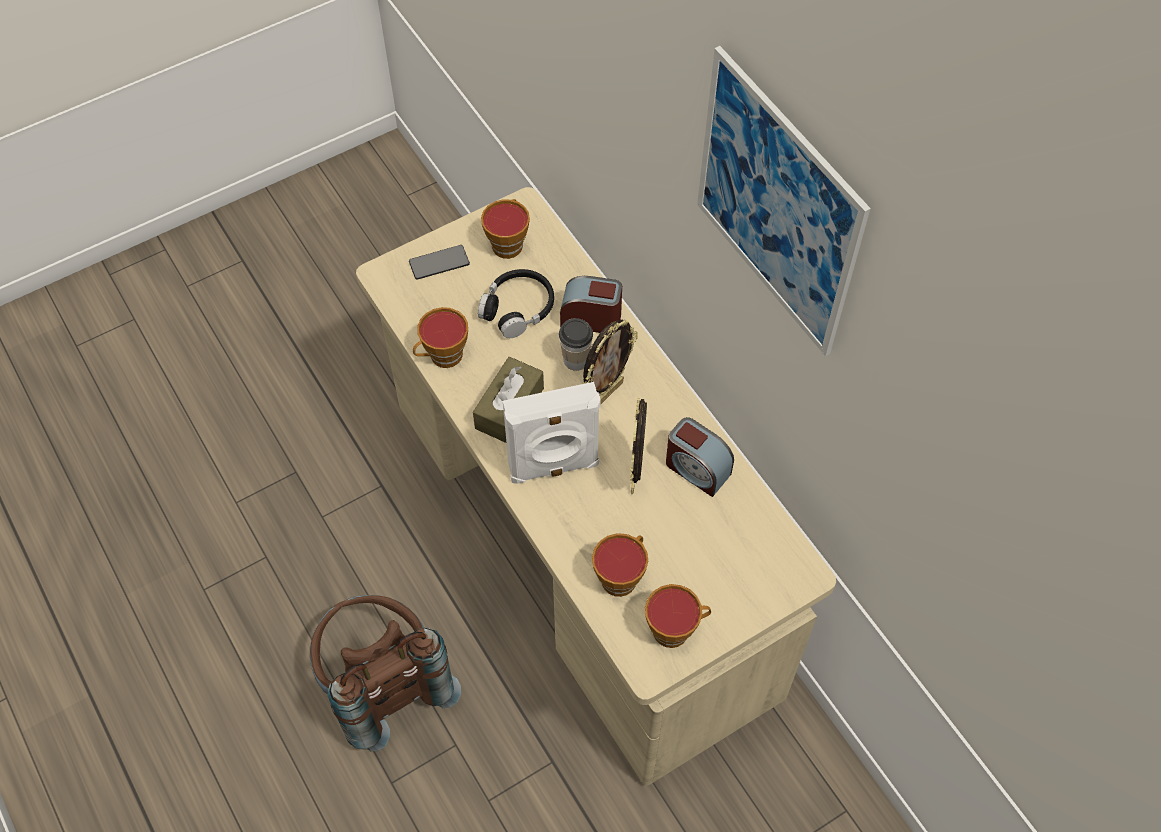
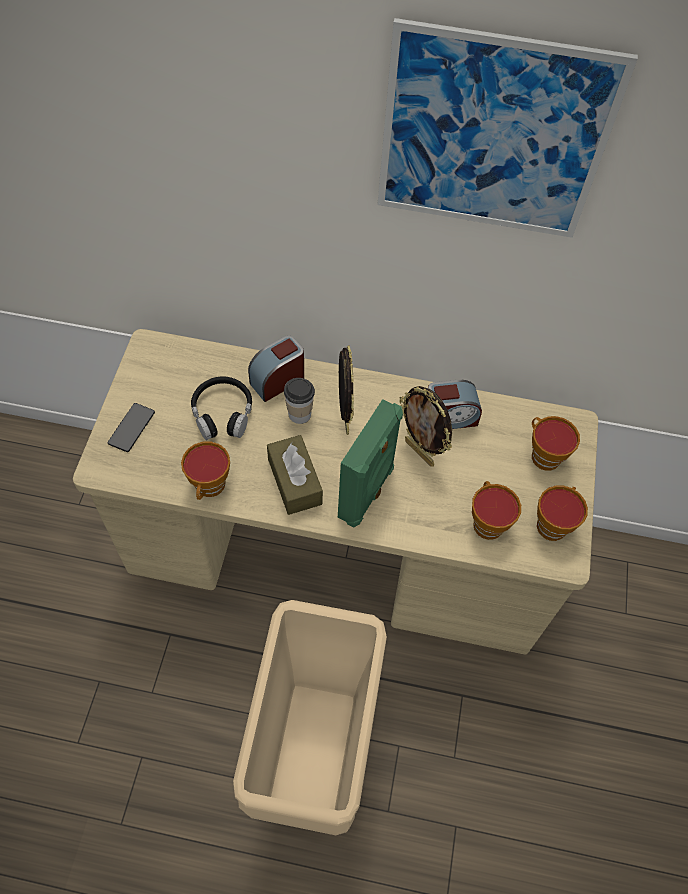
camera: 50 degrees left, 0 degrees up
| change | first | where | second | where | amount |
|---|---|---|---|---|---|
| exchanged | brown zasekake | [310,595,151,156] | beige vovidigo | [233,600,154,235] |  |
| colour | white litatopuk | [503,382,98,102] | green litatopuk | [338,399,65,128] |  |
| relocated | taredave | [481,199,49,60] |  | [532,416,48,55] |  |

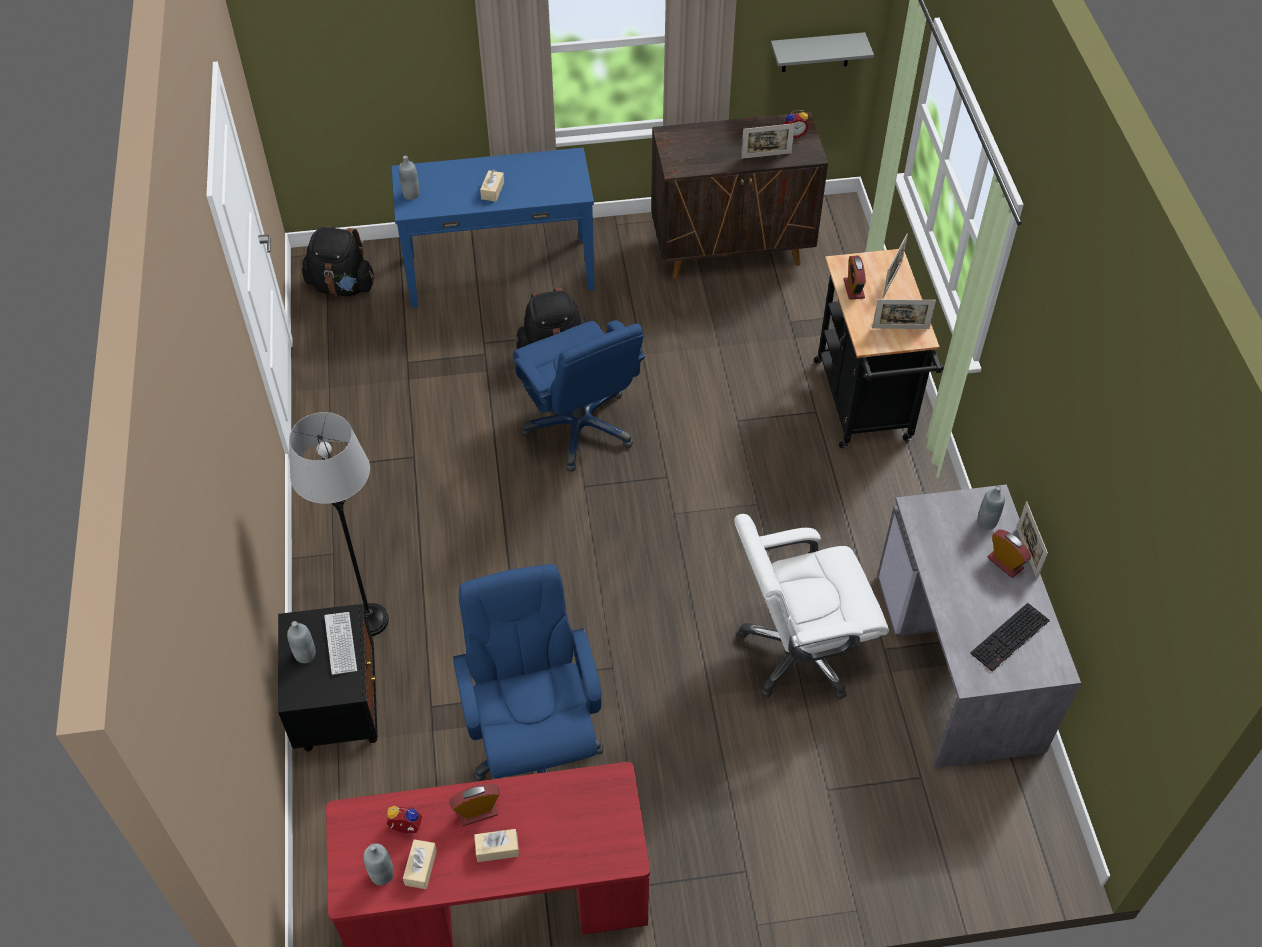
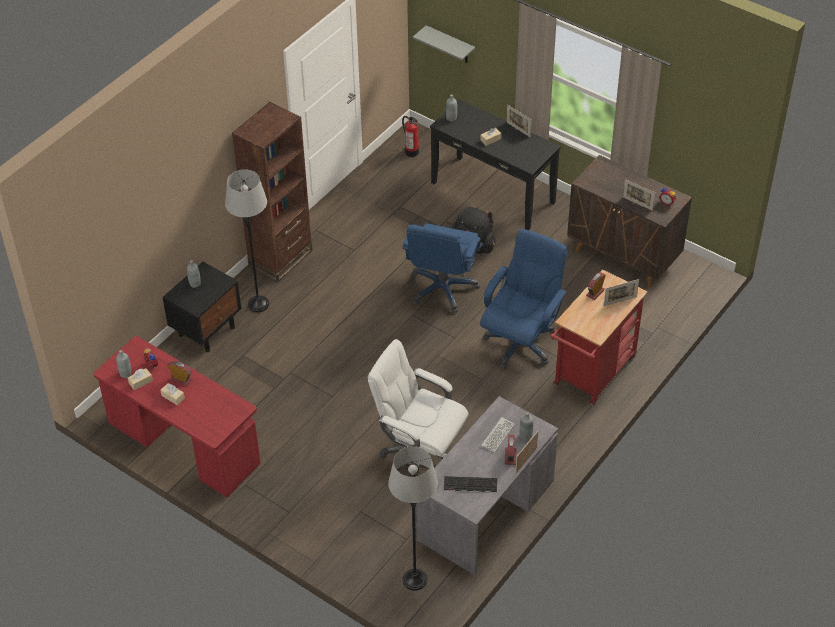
camera: 45 degrees right, 5 degrees down
| change | first | where | second | where | amount |
|---|---|---|---|---|---|
| appeared |  |  | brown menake | [232,102,80,180] |  |
| appeared |  |  | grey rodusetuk | [388,446,50,145] |  |
| exchanged | black zasekake | [302,226,72,70] | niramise | [402,116,17,41] |  |
| relocated | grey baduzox | [771,32,103,40] |  | [413,25,62,38] |  |
| colour | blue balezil | [391,148,204,160] | black balezil | [430,99,131,132] |  |
| relocated | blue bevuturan | [453,564,151,217] |  | [480,229,87,140] |  |
| relocated | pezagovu | [324,612,33,63] |  | [481,417,33,35] |  |
| relocated | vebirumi | [872,299,64,30] |  | [507,105,24,32] |  |
| colour | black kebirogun | [814,249,130,199] | red kebirogun | [550,270,98,135] |  |

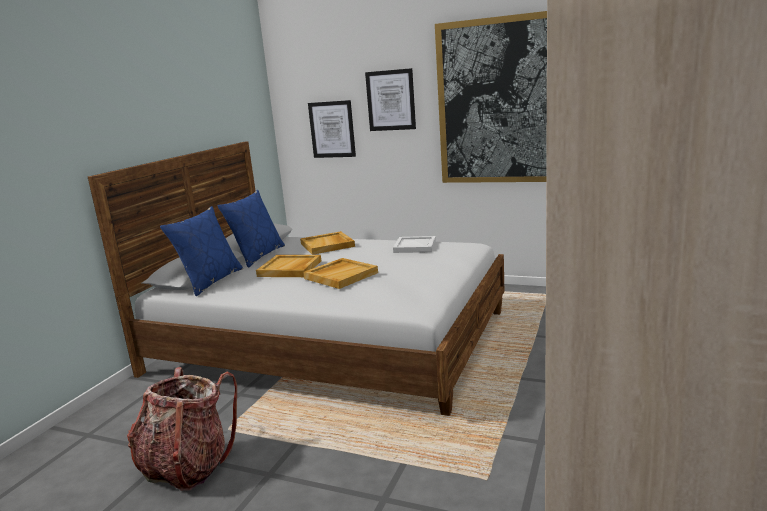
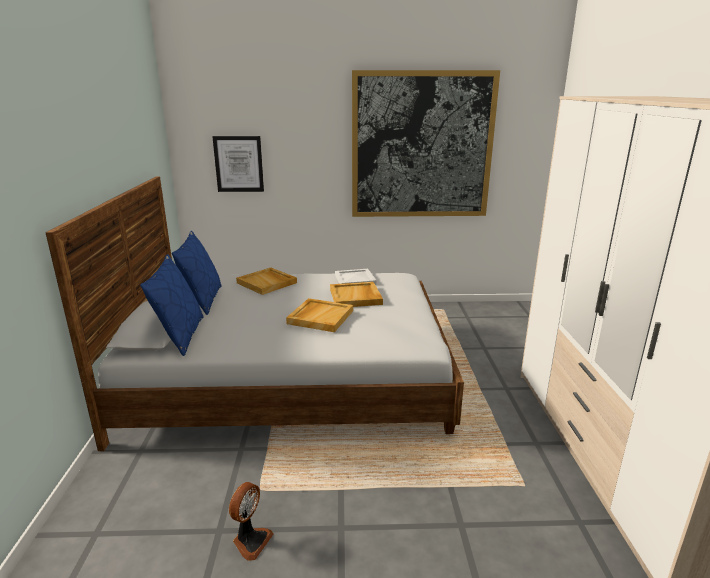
camera: 25 degrees left, 5 degrees up
| change | first | where | second | where | amount |
|---|---|---|---|---|---|
| exchanged | zasekake | [127,367,110,124] | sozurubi | [229,482,44,79] |  |
| relocated | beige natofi | [256,255,65,22] |  | [330,282,53,25] |  |
| missing | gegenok | [365,68,51,63] |  |  |  |

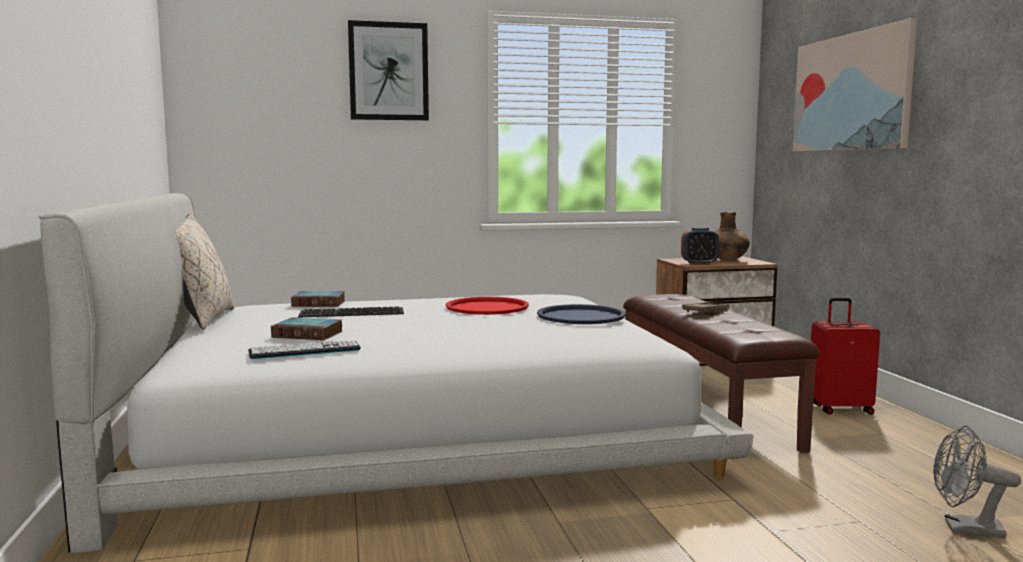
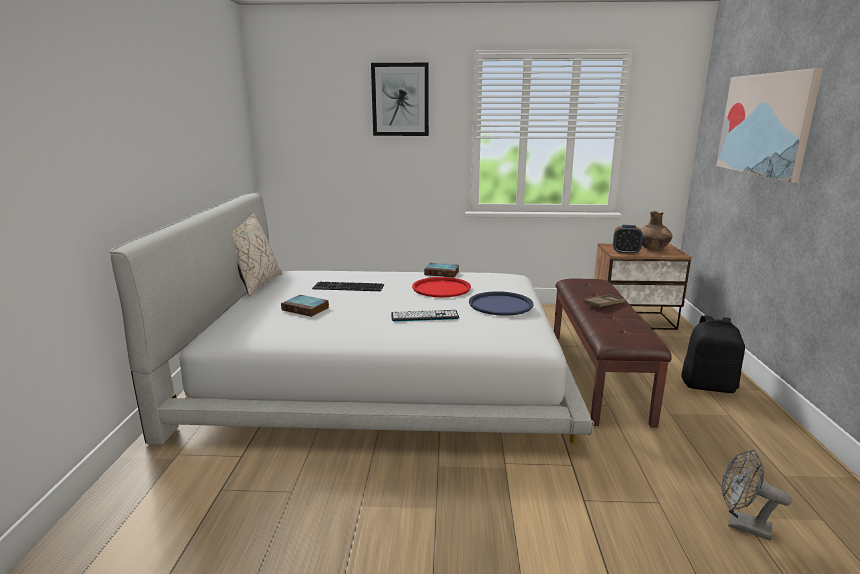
camera: 15 degrees right, 10 degrees up
| change | first | where | second | where | amount |
|---|---|---|---|---|---|
| relocated | pezagovu | [248,340,113,19] |  | [391,310,68,12] |  |
| relocated | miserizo | [291,291,54,16] |  | [424,263,35,14] |  |
| exchanged | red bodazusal | [811,298,69,117] | black zasekake | [681,316,64,77] |  |

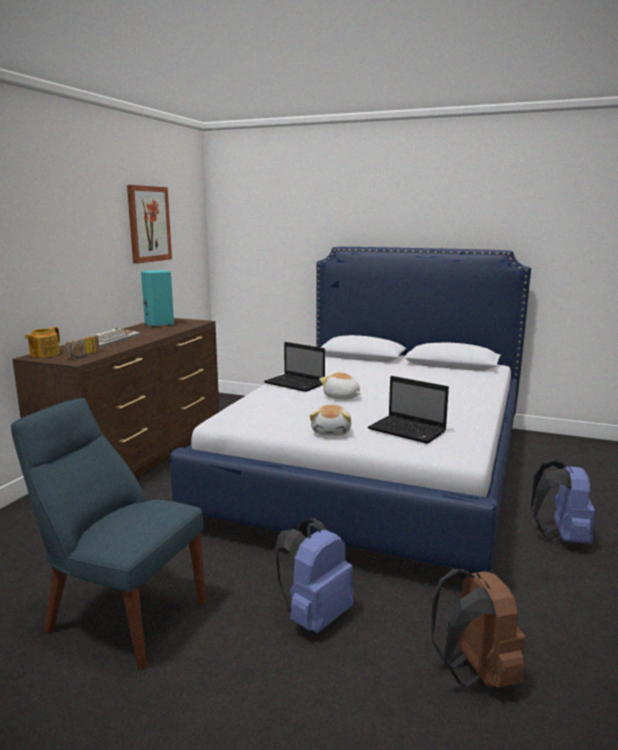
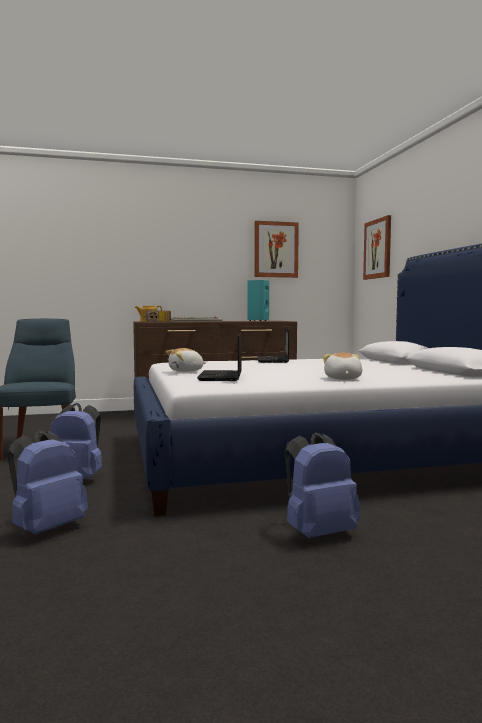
camera: 55 degrees right, 10 degrees down
| change | first | where | second | where | amount |
|---|---|---|---|---|---|
| colour | brown zasekake | [432,569,94,119] | blue zasekake | [7,430,81,104] |  |
| relocated | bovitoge | [319,371,42,28] |  | [323,353,39,27] |  |
| appeared |  |  | gegenok | [363,215,28,65] |  |

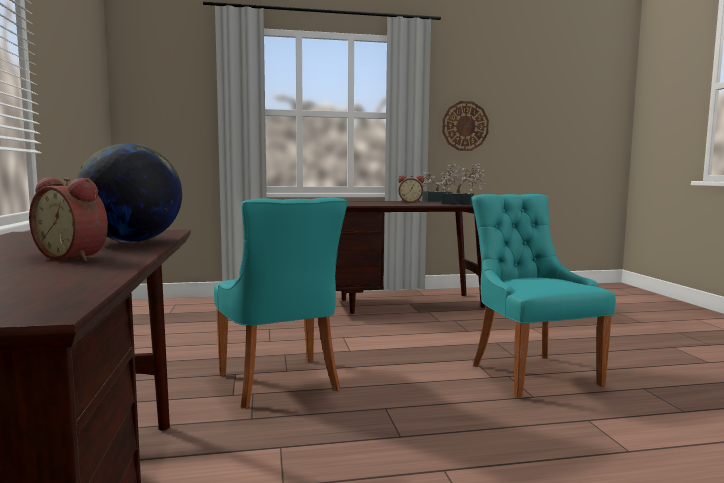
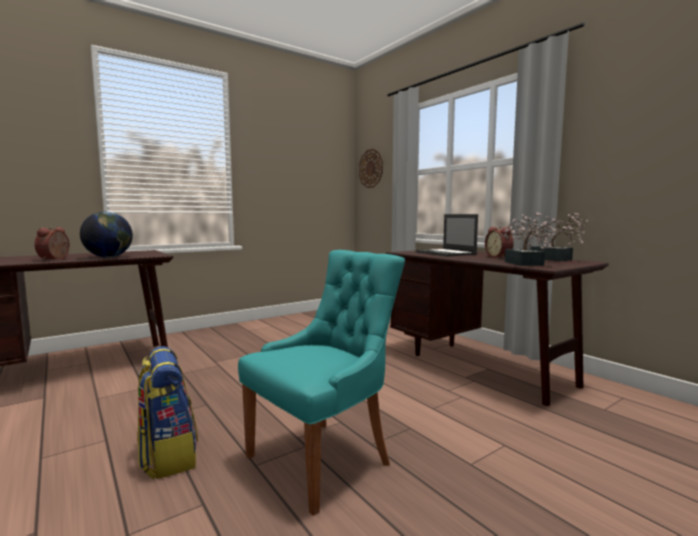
camera: 65 degrees right, 0 degrees up
| change | first | where | second | where | amount |
|---|---|---|---|---|---|
| appeared |  |  | zasekake | [137,346,61,134] |  |
| relocated | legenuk | [442,101,47,50] |  | [359,149,24,39] |  |
| appeared |  |  | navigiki | [415,214,63,43] |  |
| missing | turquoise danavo | [214,197,133,211] |  |  |  |

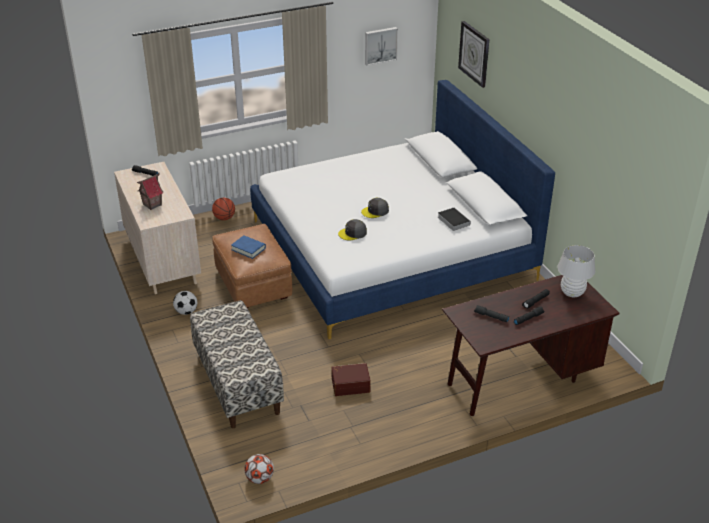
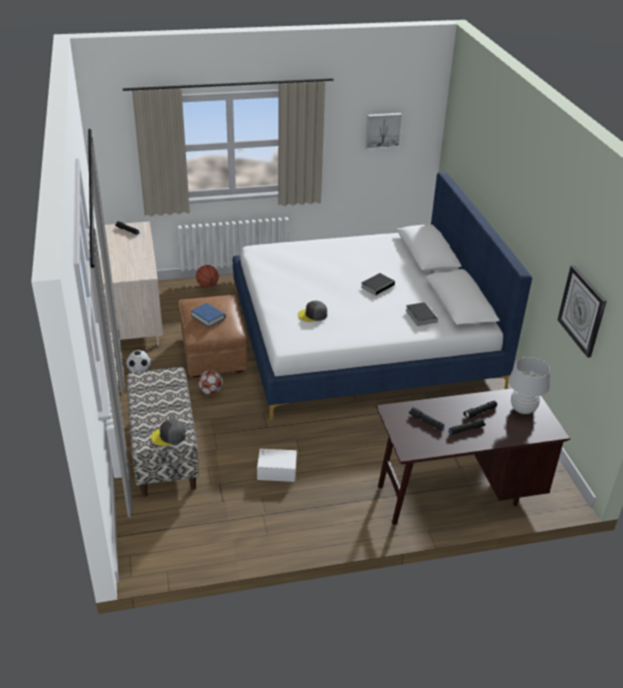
camera: 10 degrees right, 0 degrees up
| change | first | where | second | where | amount |
|---|---|---|---|---|---|
| relocated | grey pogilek | [361,198,28,20] |  | [151,419,35,27] |  |
| relocated | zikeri | [244,454,30,30] |  | [198,370,25,25] |  |
| colour | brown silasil | [331,363,40,33] | white silasil | [257,449,40,33] |  |
| appeared |  |  | miserizo | [361,273,35,23] |  |
| relocated | legenuk | [458,21,31,67] |  | [558,265,49,93] |  |
| missing | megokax | [137,173,26,37] |  |  |  |

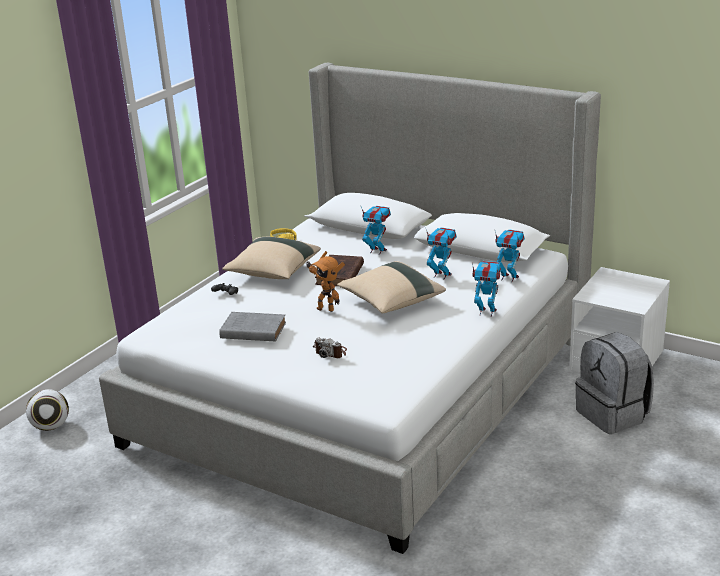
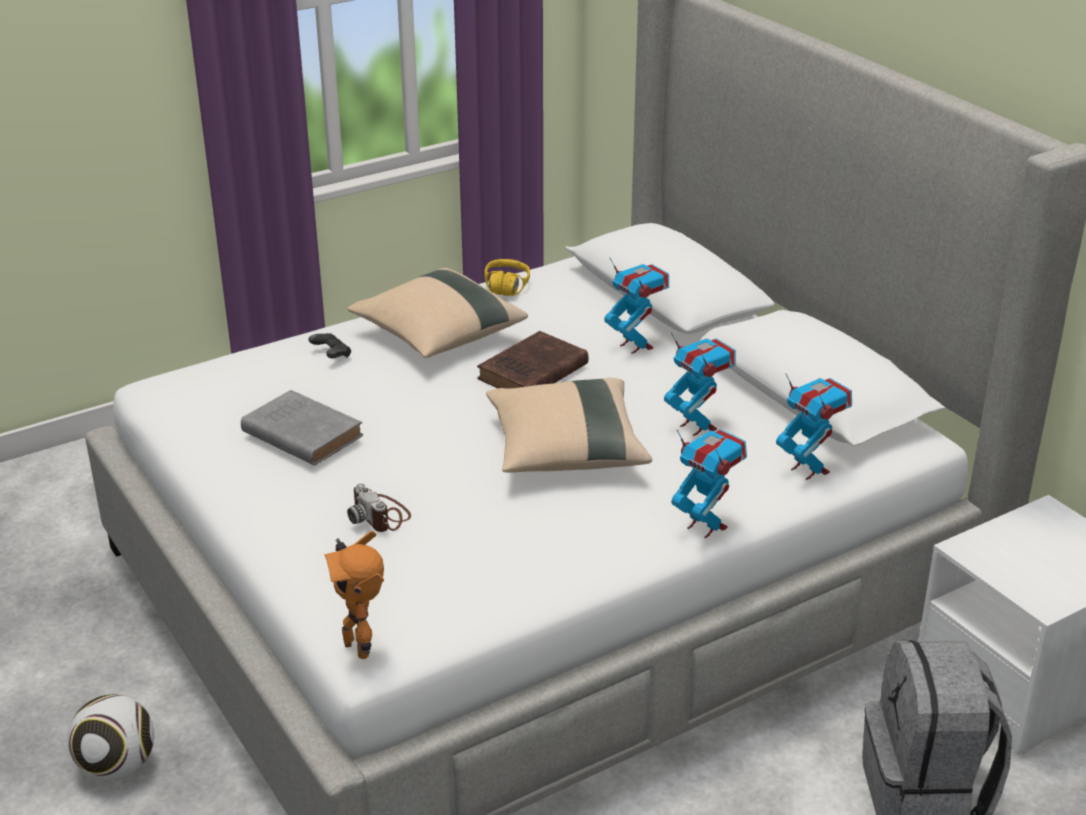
camera: 25 degrees right, 5 degrees up
| change | first | where | second | where | amount |
|---|---|---|---|---|---|
| relocated | zikeri | [26,389,43,42] |  | [67,694,87,86] |  |
| relocated | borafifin | [306,251,39,61] |  | [324,531,60,128] |  |

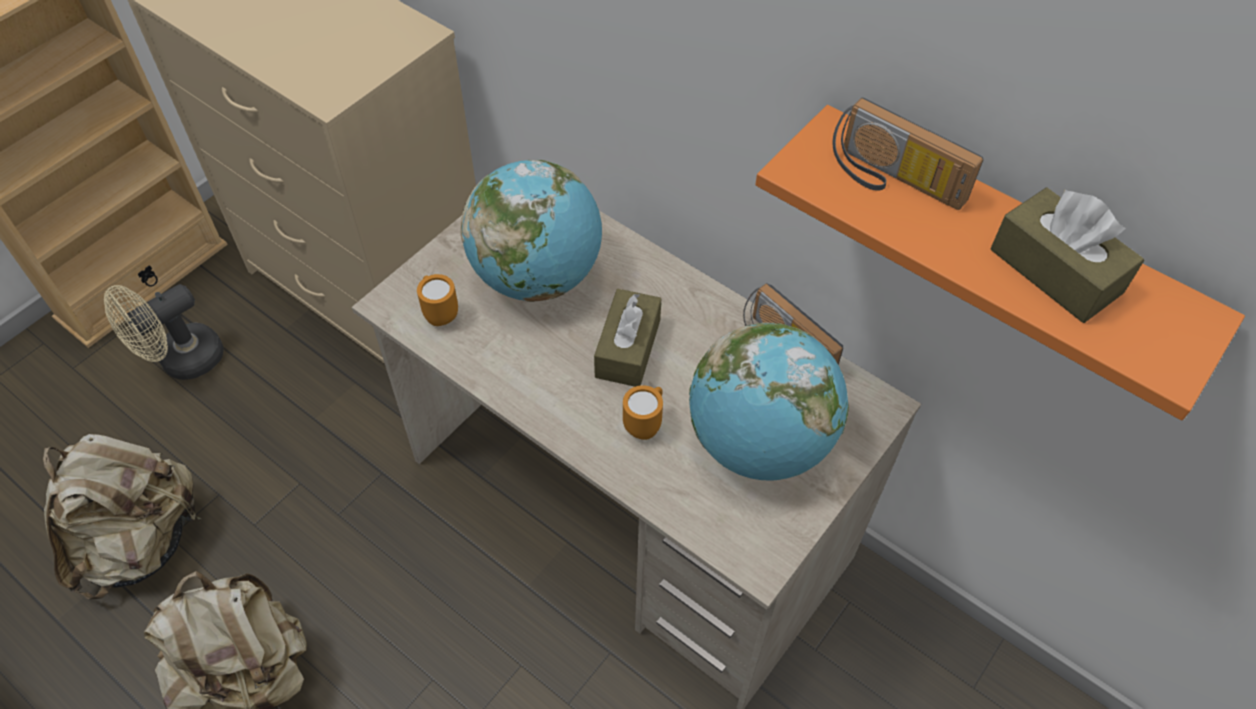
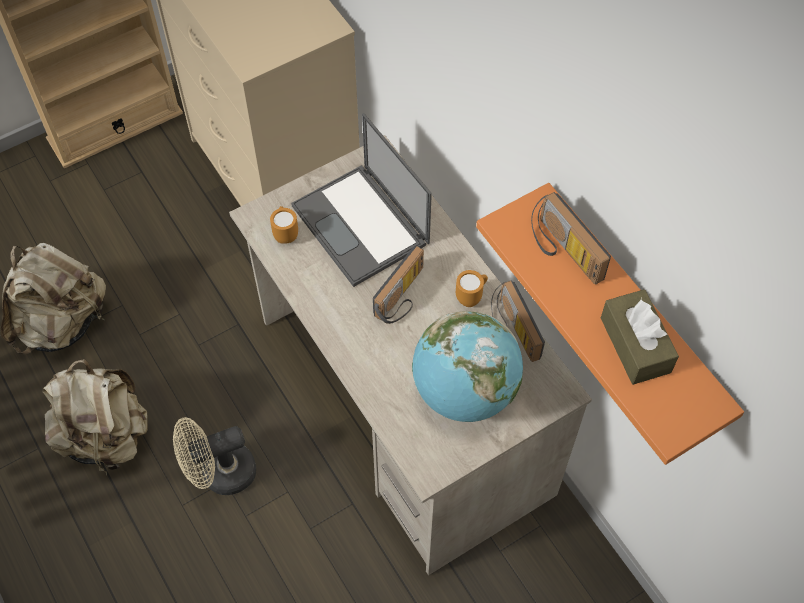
camera: 20 degrees right, 5 degrees up
| change | first | where | second | where | amount |
|---|---|---|---|---|---|
| relocated | beige sozurubi | [104,284,120,96] |  | [173,417,83,78] |  |
| exchanged | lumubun | [461,160,141,142] | navigiki | [291,113,141,174] |  |
| exchanged | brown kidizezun | [594,289,67,98] | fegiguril | [373,246,51,78] |  |
| relocated | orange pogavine | [623,385,40,55] |  | [456,270,32,37] |  |

